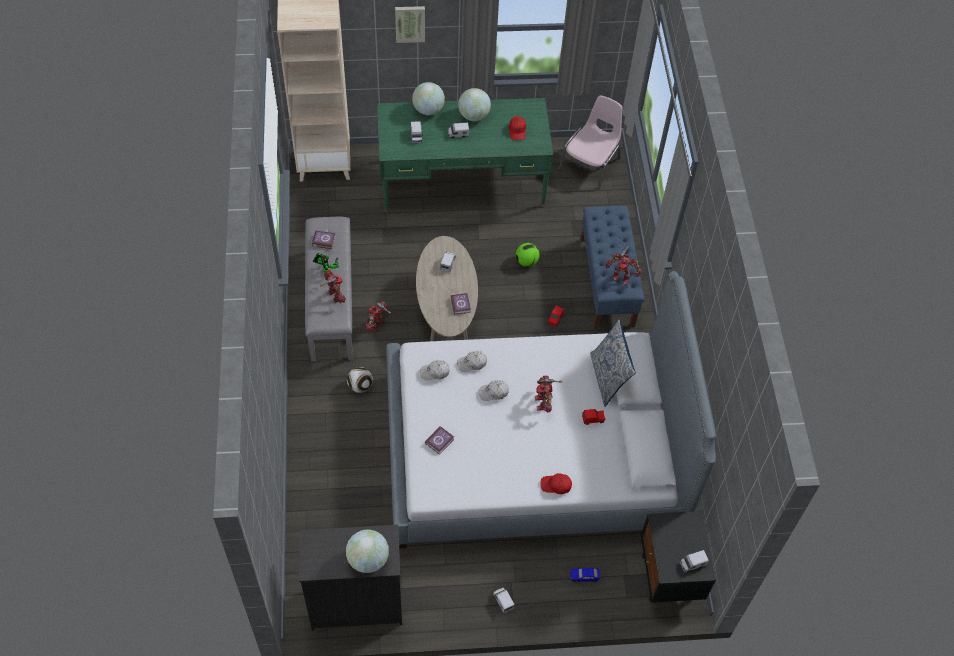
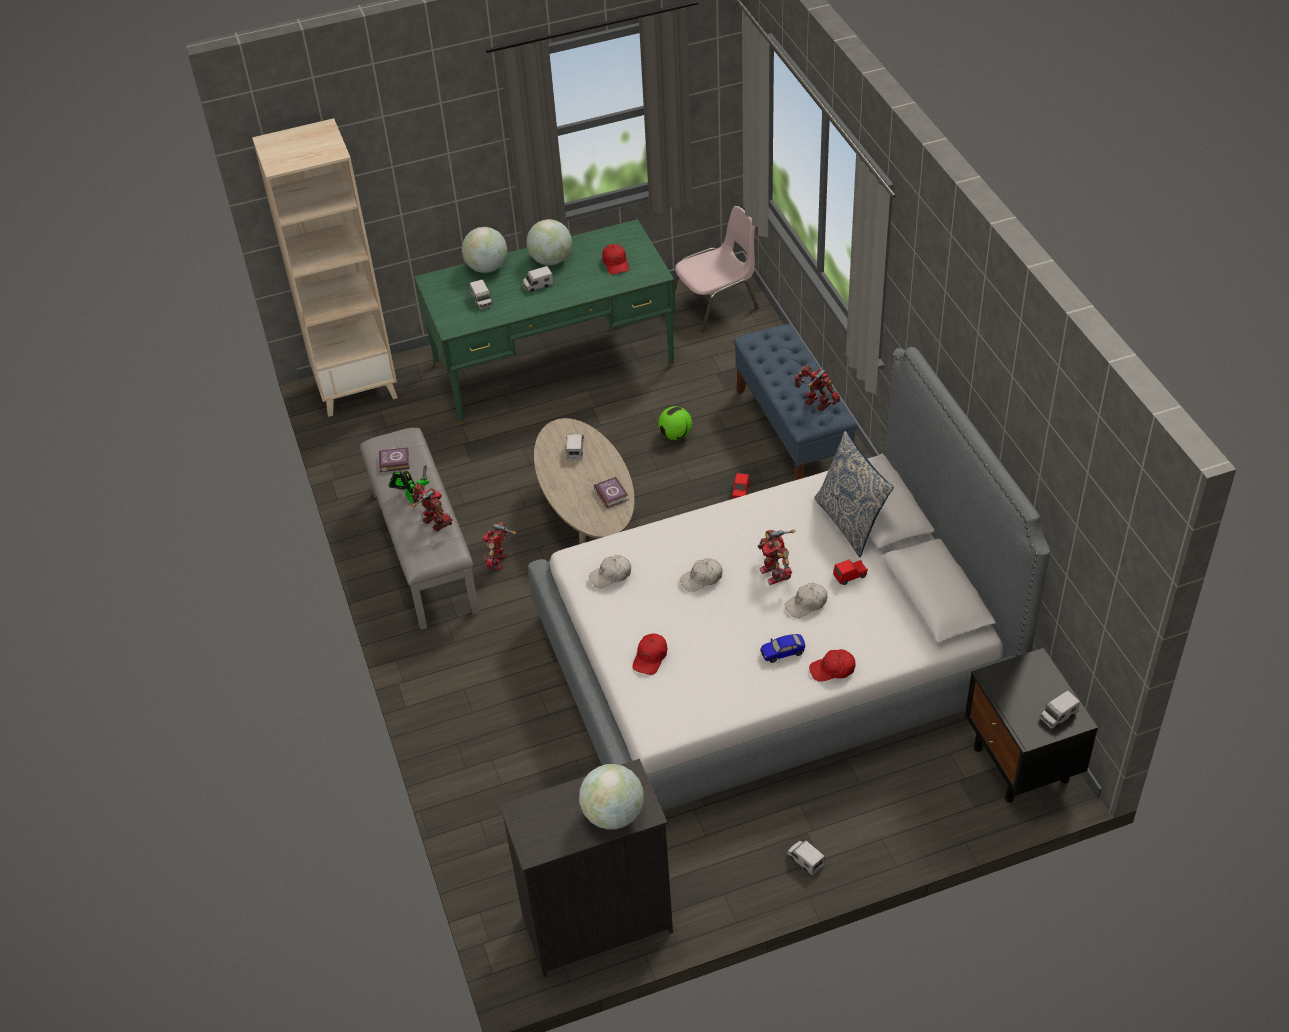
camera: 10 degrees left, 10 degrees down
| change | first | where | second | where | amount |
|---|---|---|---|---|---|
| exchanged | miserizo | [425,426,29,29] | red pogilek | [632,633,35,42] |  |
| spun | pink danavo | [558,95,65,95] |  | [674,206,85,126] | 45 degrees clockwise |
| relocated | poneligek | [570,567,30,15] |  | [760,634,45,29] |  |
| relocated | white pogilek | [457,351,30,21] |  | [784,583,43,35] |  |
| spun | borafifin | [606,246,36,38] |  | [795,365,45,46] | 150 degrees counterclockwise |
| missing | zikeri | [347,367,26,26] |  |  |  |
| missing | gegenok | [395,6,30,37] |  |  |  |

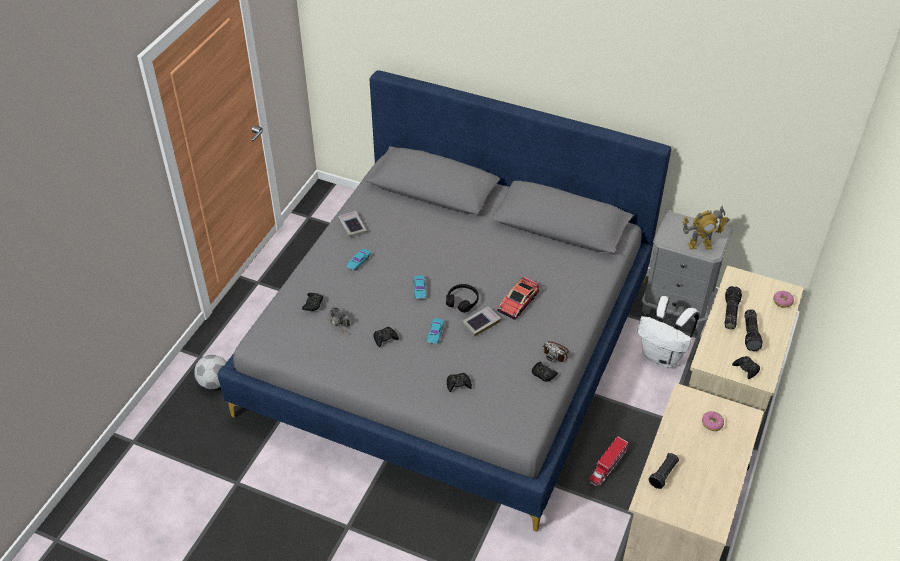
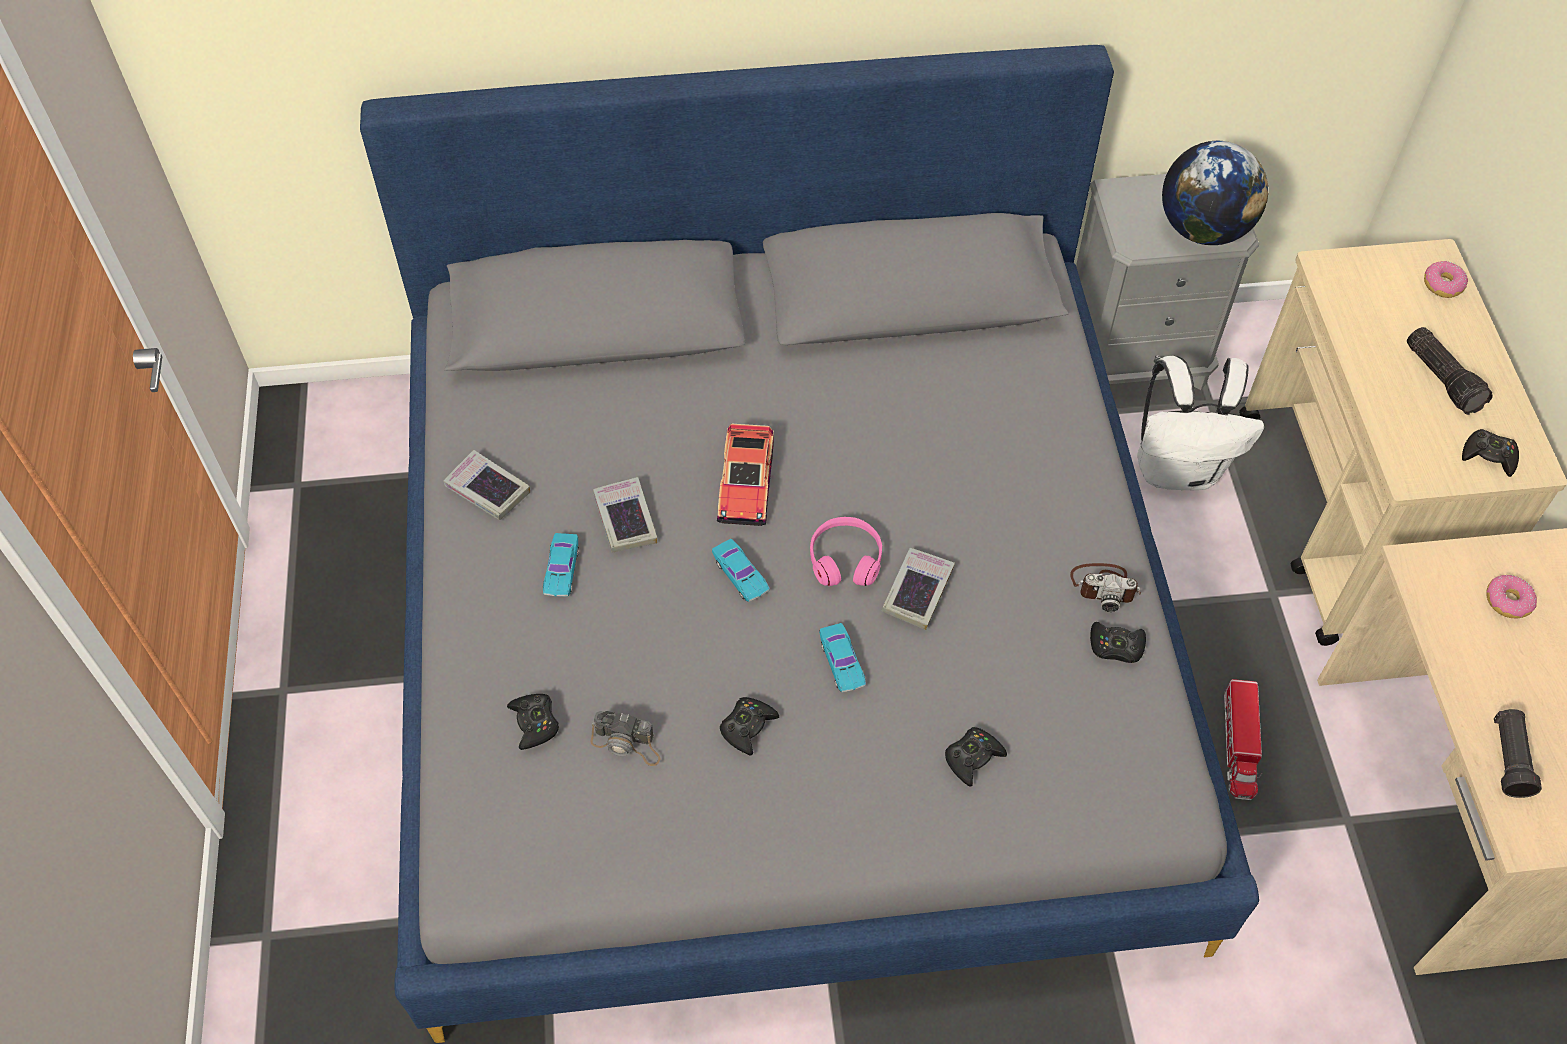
camera: 30 degrees left, 10 degrees up
| change | first | where | second | where | amount |
|---|---|---|---|---|---|
| appeared |  |  | miserizo | [593,477,64,75] |  |
| relocated | poneligek | [497,277,42,43] |  | [717,423,57,103] |  |
| colour | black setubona | [446,284,33,29] | pink setubona | [810,517,72,69] |  |
| exchanged | borafifin | [682,206,48,44] | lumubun | [1162,141,106,104] |  |
| missing | zikeri | [194,355,33,34] |  |  |  |
| missing | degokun | [724,286,18,43] |  |  |  |

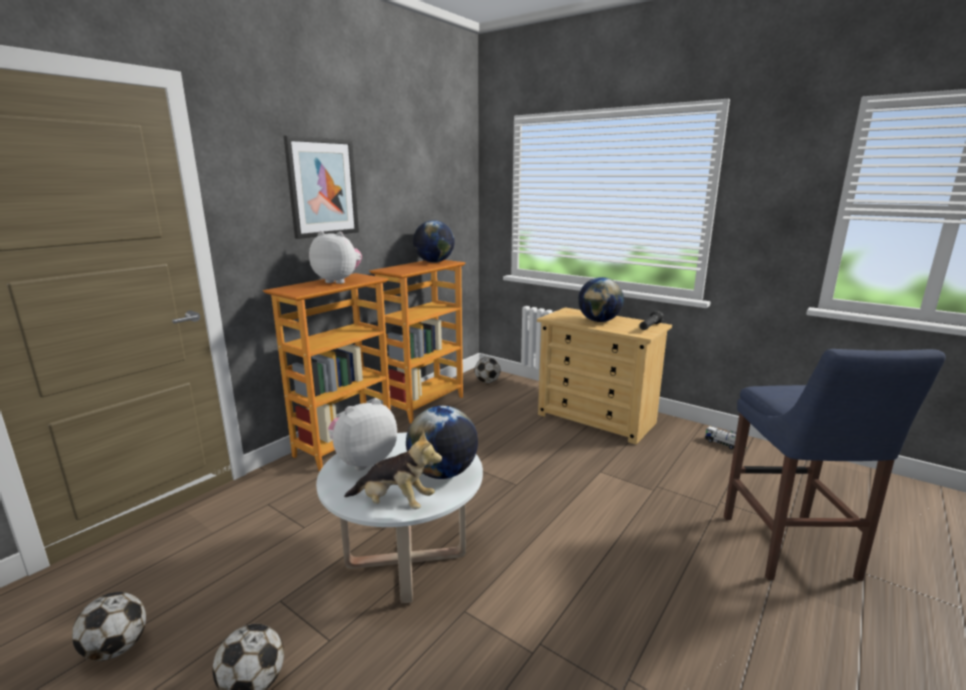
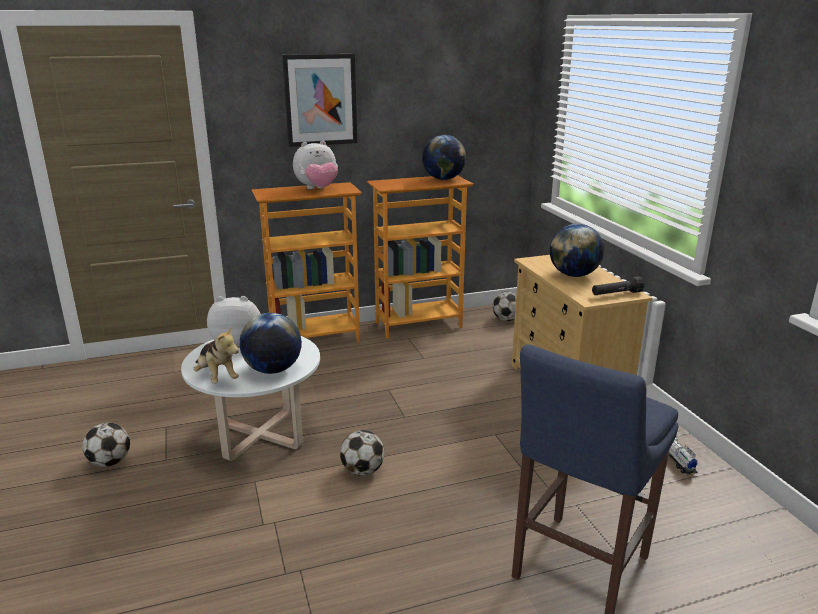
camera: 35 degrees right, 5 degrees up
| change | first | where | second | where | amount |
|---|---|---|---|---|---|
| spun | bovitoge | [309,231,53,53] |  | [293,141,45,48] | 105 degrees clockwise |
| relocated | zikeri | [72,592,74,69] |  | [340,430,44,46] |  |

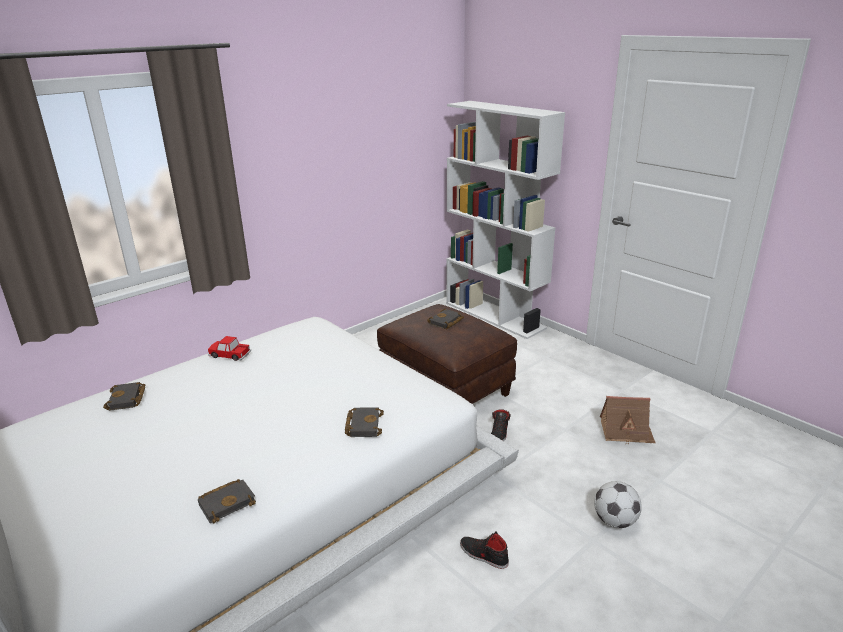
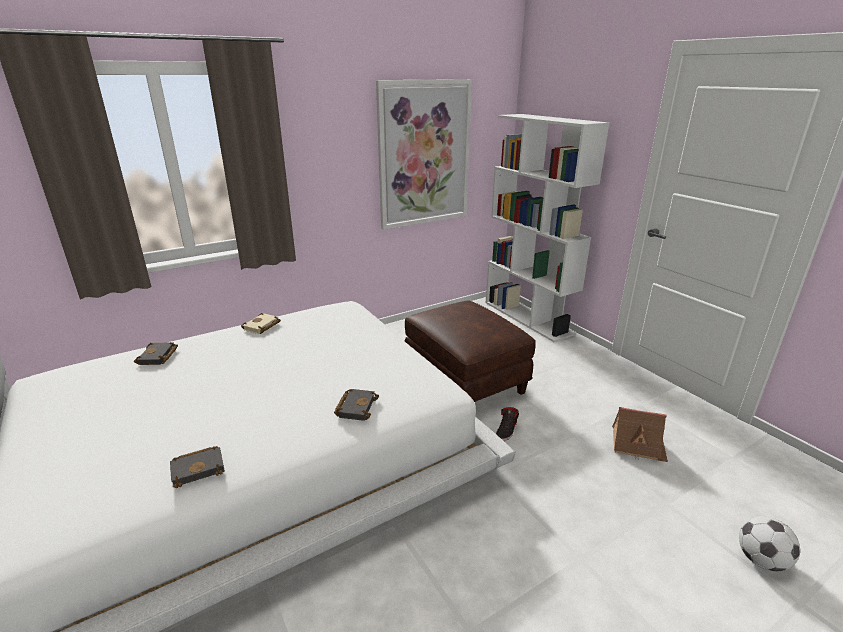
camera: 10 degrees right, 0 degrees up
| change | first | where | second | where | amount |
|---|---|---|---|---|---|
| exchanged | poneligek | [208,336,43,25] | beige miserizo | [241,313,40,21] |  |
| appeared |  |  | gegenok | [376,79,96,151] |  |
| relocated | zikeri | [594,481,48,47] |  | [739,516,61,55] |  |
| missing | black miserizo | [427,309,37,20] |  |  |  |
| missing | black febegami | [460,532,49,37] |  |  |  |

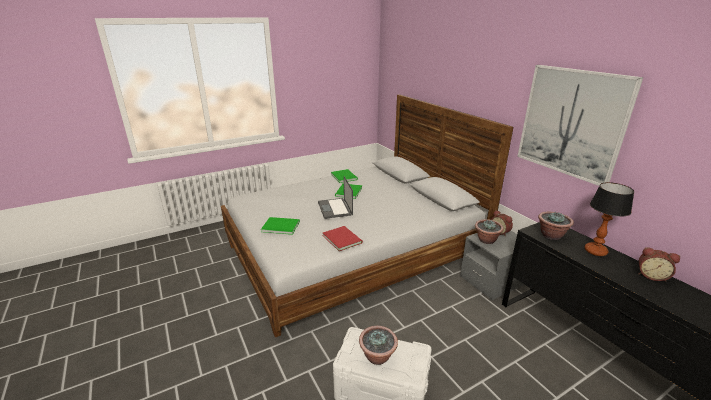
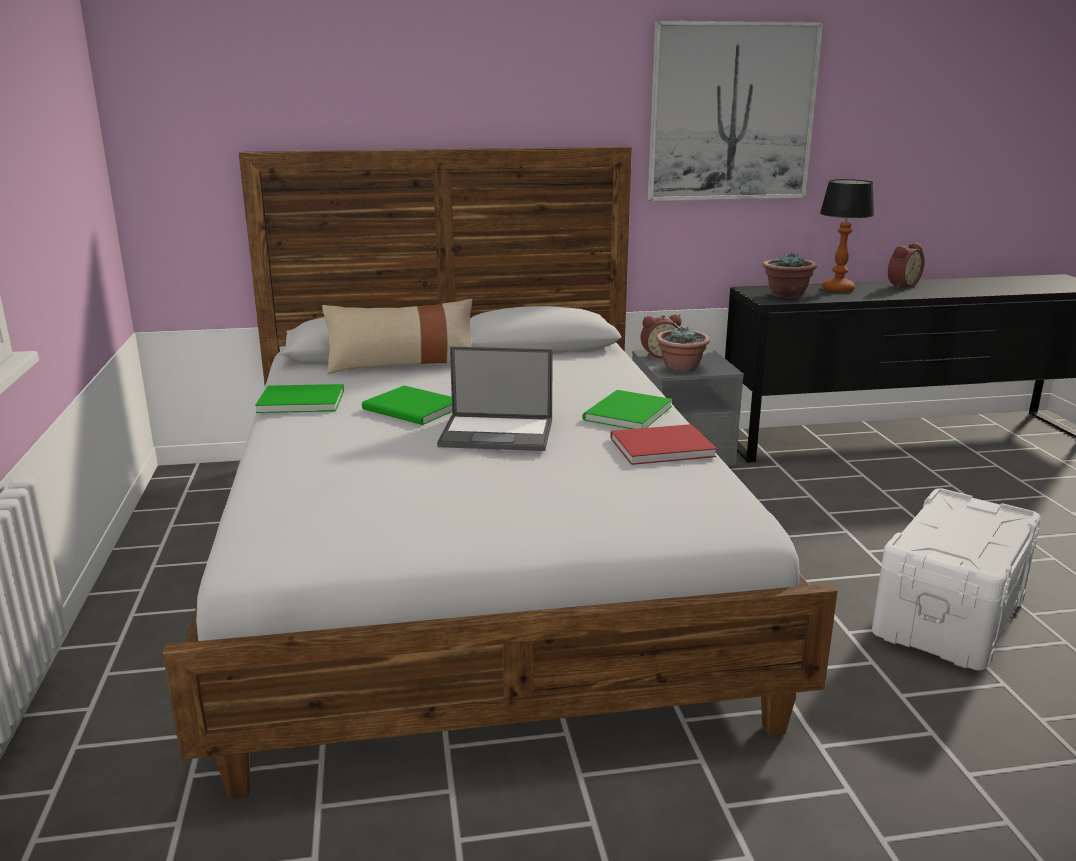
camera: 70 degrees left, 5 degrees down
| change | first | where | second | where | amount |
|---|---|---|---|---|---|
| appeared |  |  | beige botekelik | [322,299,150,75] |  |
| relocated | green miserizo | [261,217,39,18] |  | [583,390,90,39] |  |
| missing | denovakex | [359,326,39,39] |  |  |  |

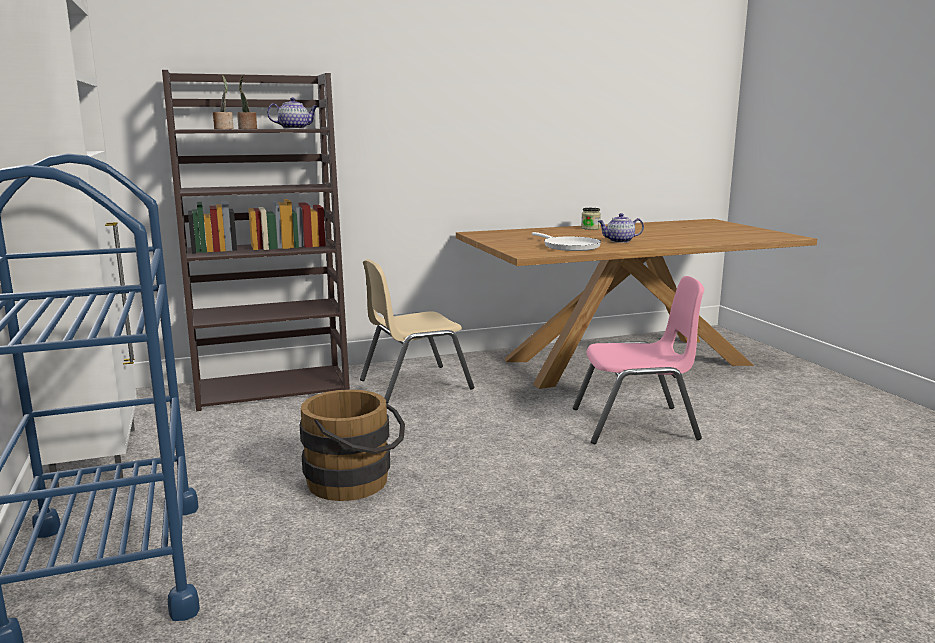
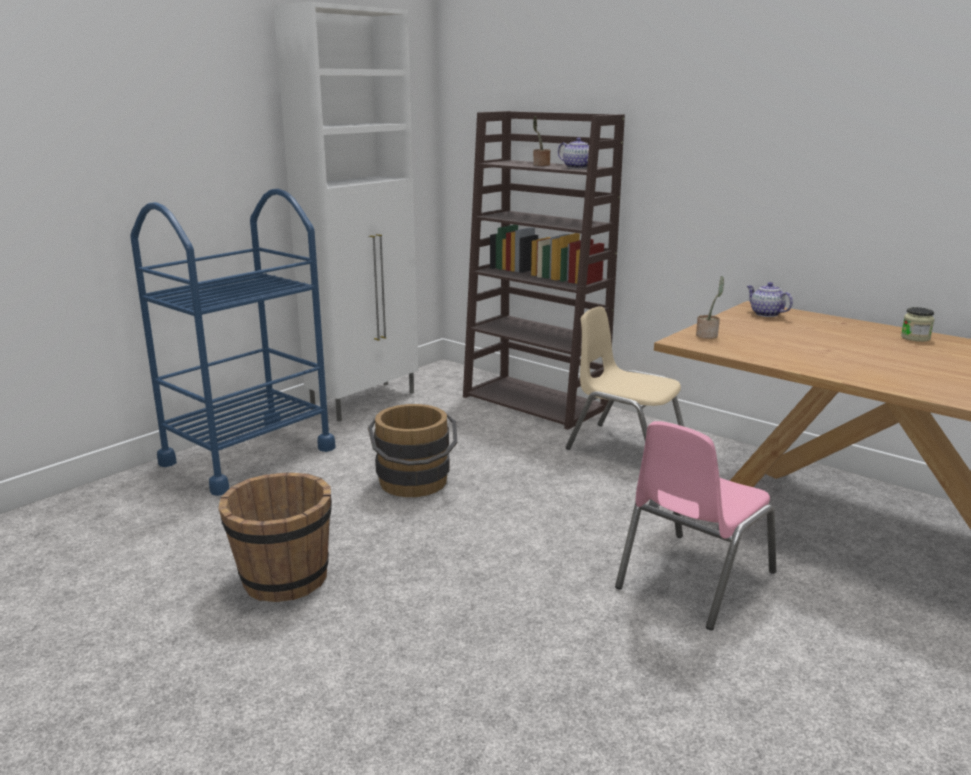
camera: 60 degrees right, 5 degrees up
| change | first | where | second | where | amount |
|---|---|---|---|---|---|
| appeared |  |  | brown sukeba | [218,472,114,130] |  |
| spun | pink danavo | [573,276,131,168] |  | [615,421,161,209] | 75 degrees clockwise |
| relocated | denovakex | [213,75,21,54] |  | [696,276,28,63] |  |
| relocated | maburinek | [598,213,46,30] |  | [747,282,46,35] |  |
| missing | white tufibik | [532,232,69,19] |  |  |  |

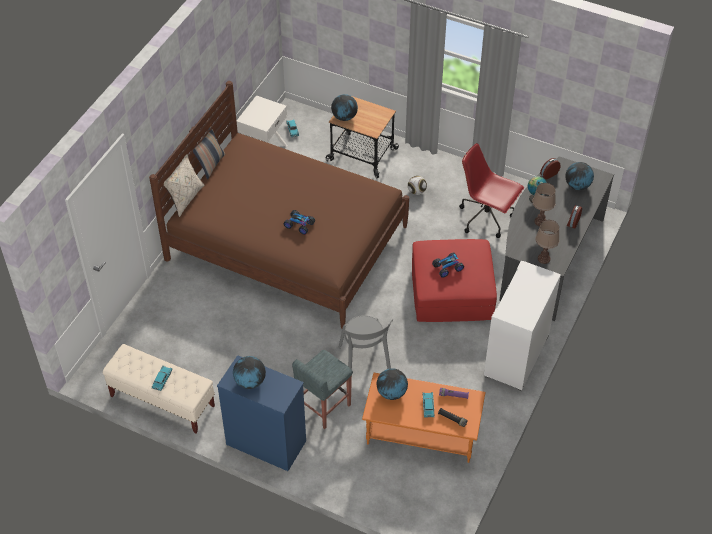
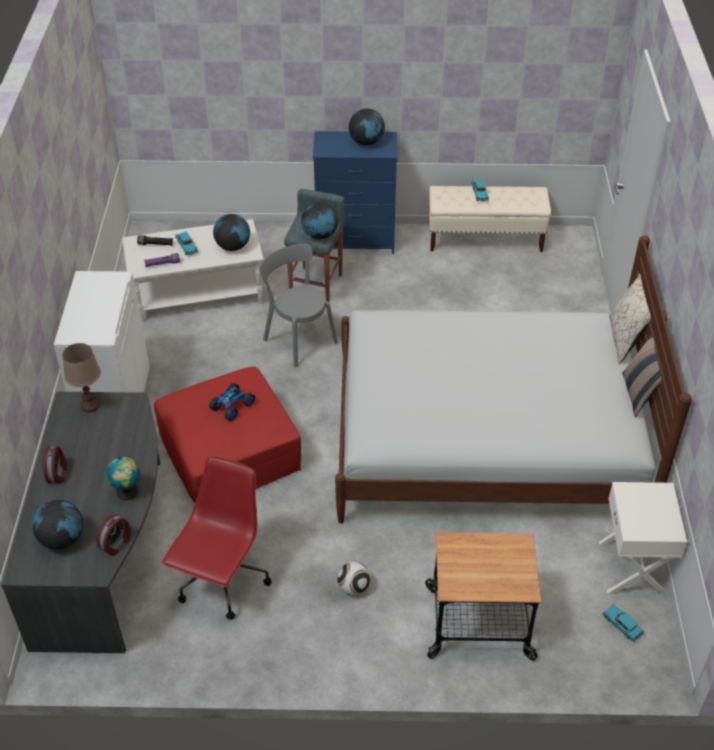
camera: 155 degrees right, 5 degrees down
| change | first | where | second | where | amount |
|---|---|---|---|---|---|
| colour | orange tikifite | [362,373,123,90] | white tikifite | [122,219,142,103] |  |
| spun | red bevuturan | [459,143,65,95] |  | [162,456,110,164] | 75 degrees counterclockwise |
| relocated | lumubun | [331,94,27,27] |  | [301,202,37,37] |  |
| colour | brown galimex | [149,81,260,247] | white galimex | [335,235,357,288] |  |
| missing | poneligek | [283,210,32,25] |  |  |  |
| missing | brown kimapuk | [532,183,24,43] |  |  |  |

